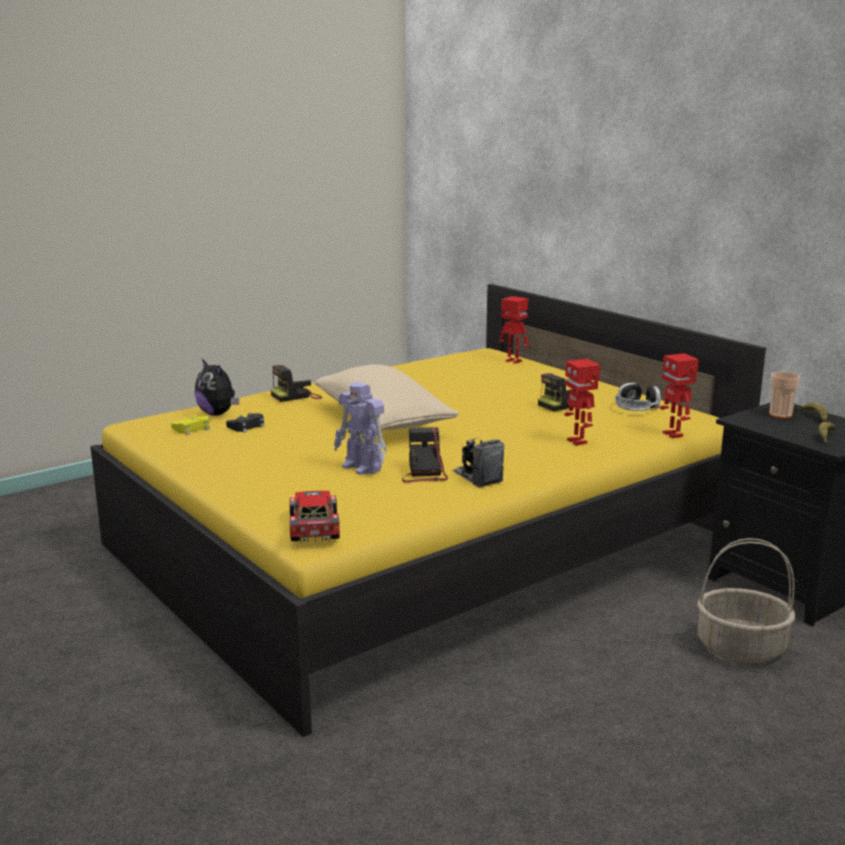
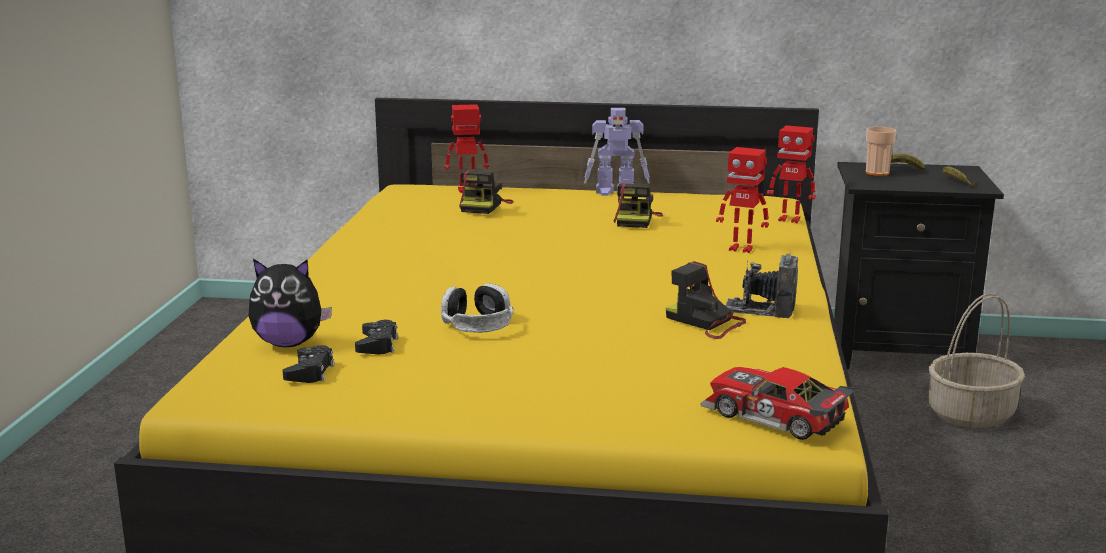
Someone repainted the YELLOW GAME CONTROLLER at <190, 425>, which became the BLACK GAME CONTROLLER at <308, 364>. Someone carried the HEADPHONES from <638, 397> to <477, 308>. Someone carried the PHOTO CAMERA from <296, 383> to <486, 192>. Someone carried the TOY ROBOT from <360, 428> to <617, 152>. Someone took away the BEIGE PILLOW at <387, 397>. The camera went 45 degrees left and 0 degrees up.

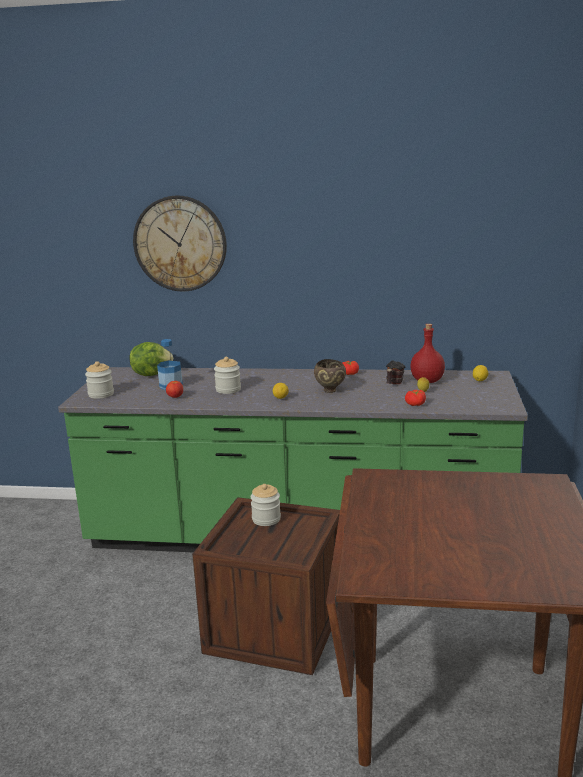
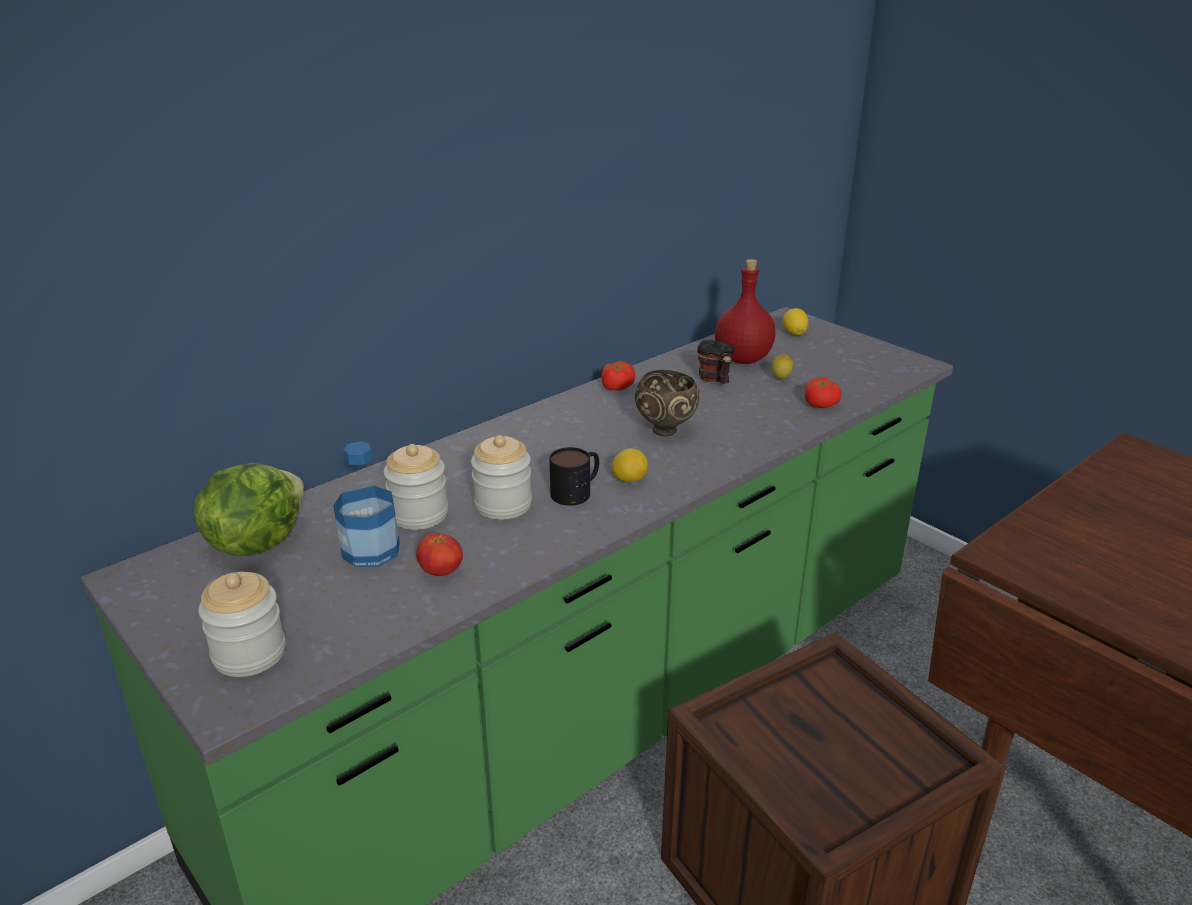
Someone carried the JAR from <266, 505> to <416, 487>. Someone put down the MUG at <574, 476>. Someone took away the WALL CLOCK at <180, 243>. The camera went 50 degrees left and 10 degrees up.

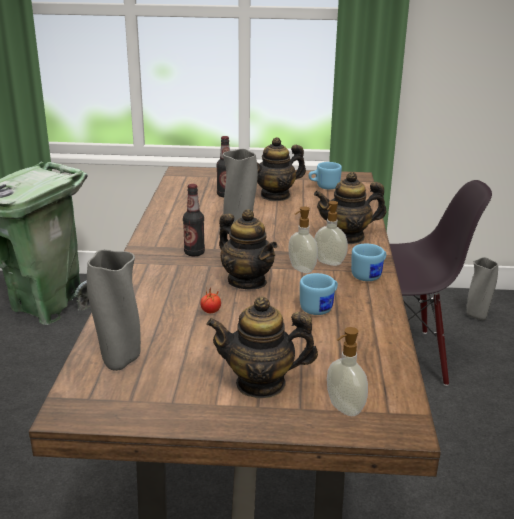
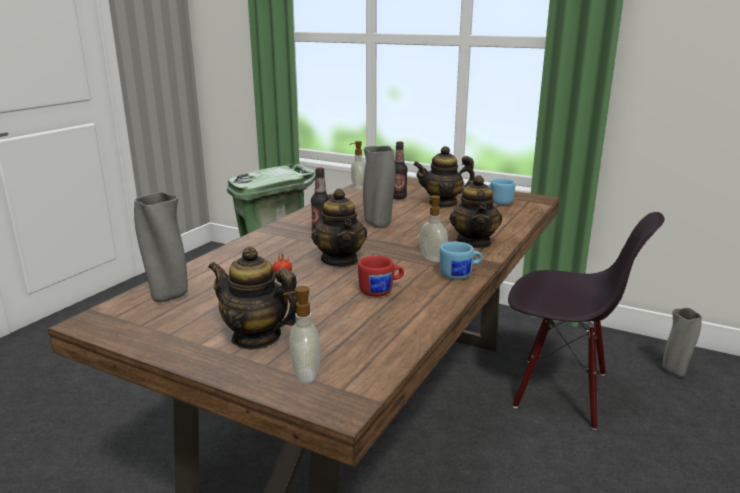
Someone carried the SOAP DISPENSER from <303, 239> to <357, 165>. Someone repainted the BLUE MUG at <319, 294>, which became the RED MUG at <381, 276>. Someone rotated the TEAPOT at <350, 208> by 105 degrees counterclockwise. The camera went 25 degrees right and 5 degrees down.

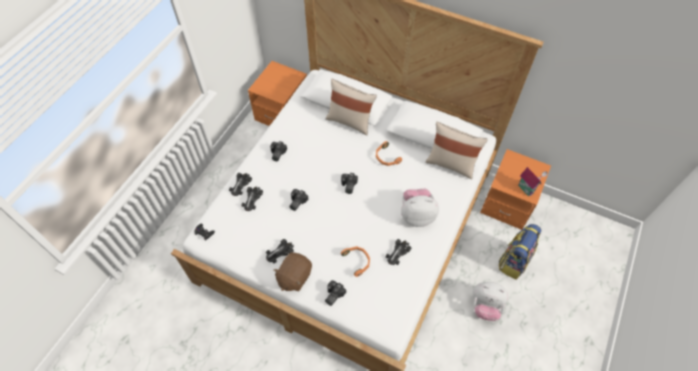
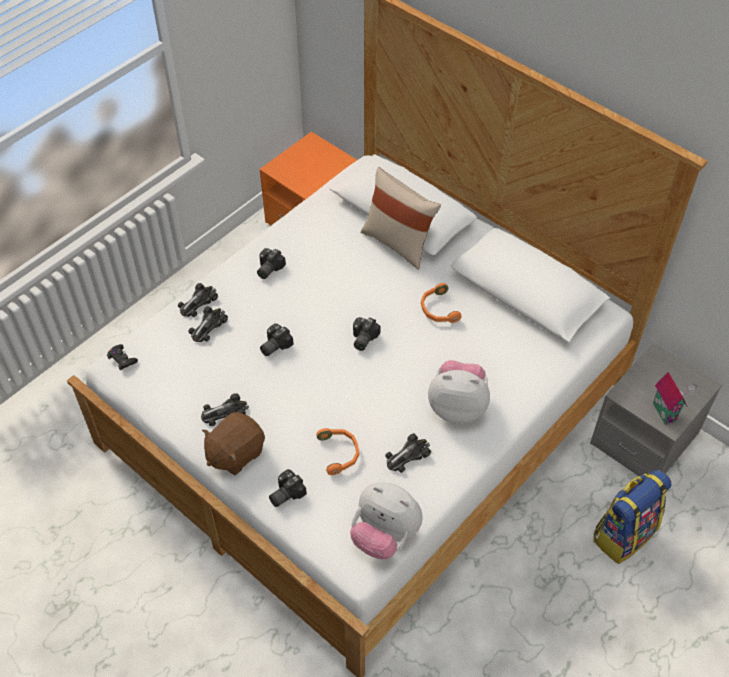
Someone carried the PLUSH TOY from <490, 301> to <386, 520>. Someone repainted the ORANGE NIGHTSTAND at <515, 189>, which became the GREY NIGHTSTAND at <656, 409>. Someone took away the BEIGE PILLOW at <456, 150>. The camera went 15 degrees right and 5 degrees down.

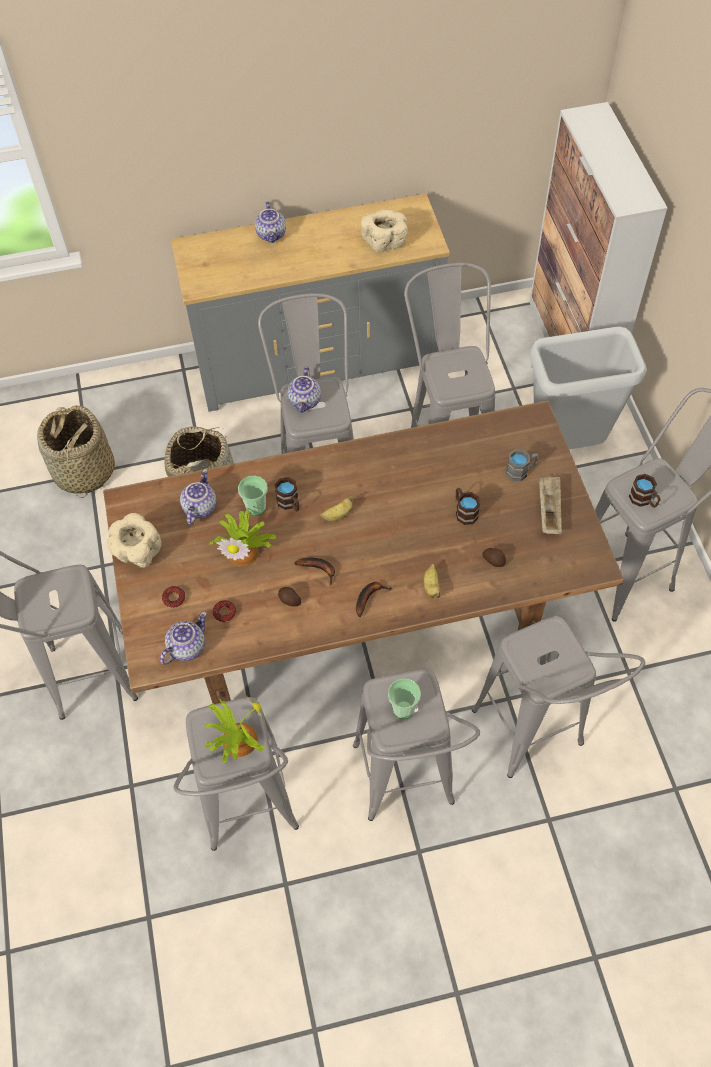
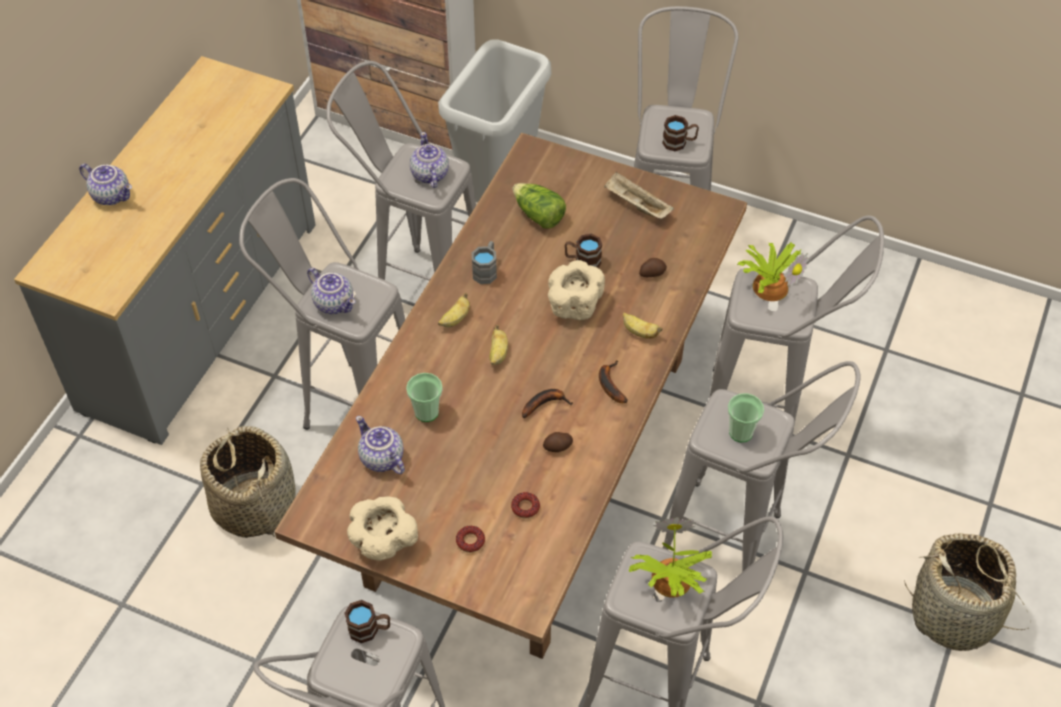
Someone carried the BROWN MUG from <287, 494> to <367, 621>. Someone carried the TEAPOT from <183, 638> to <429, 160>. Someone put down the BANANA at <454, 310>. Someone carried the GREY MUG from <522, 465> to <484, 262>. Someone put down the LETTUCE at <539, 205>. Someone carried the BEIGE BOWL from <384, 231> to <576, 290>. Someone carried the POTTED PLANT from <243, 538> to <773, 271>. Someone carried the BASKET from <76, 451> to <966, 592>. The camera went 55 degrees left and 5 degrees down.

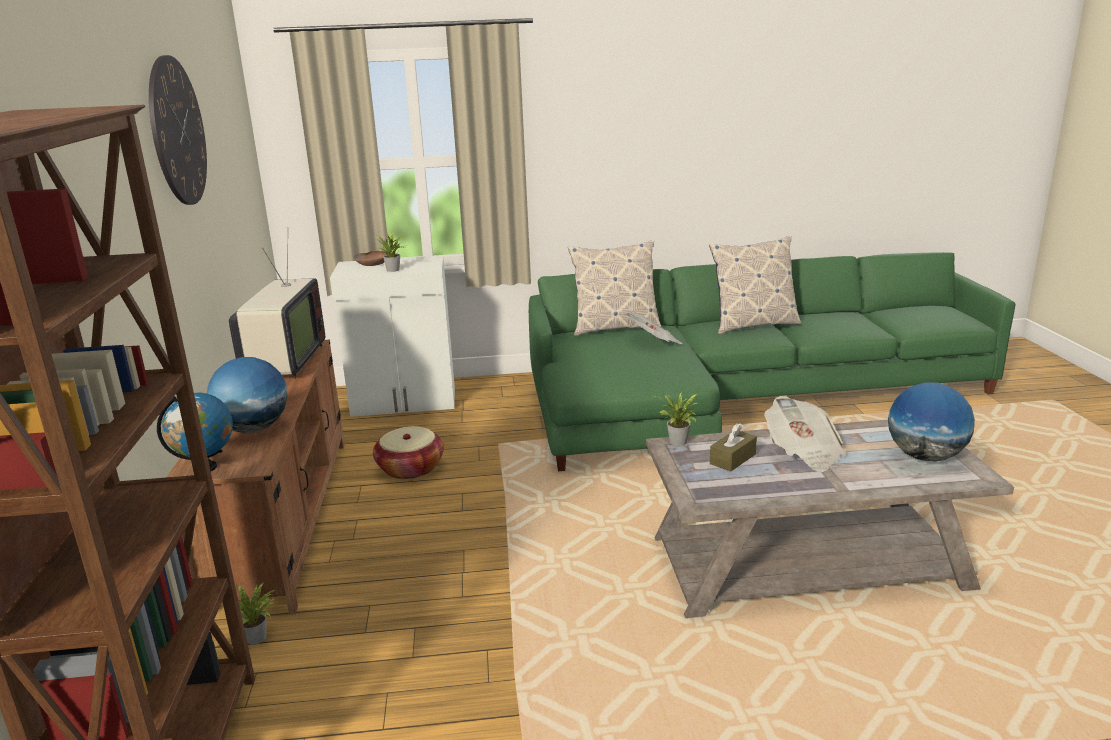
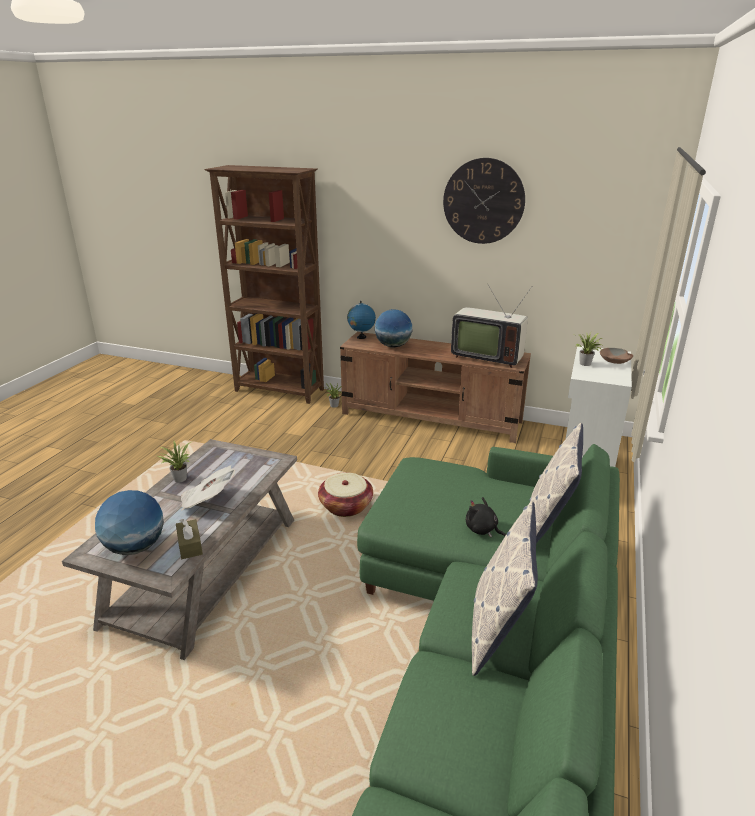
Someone carried the POTTED PLANT from <676, 419> to <174, 461>. Someone carried the BROWN TISSUE BOX from <733, 447> to <189, 539>. Someone carried the BASKET from <408, 453> to <345, 495>. Someone swapped the NEWSPAPER at <653, 328> for the BLACK PLUSH TOY at <486, 517>. The camera went 115 degrees right and 5 degrees up.

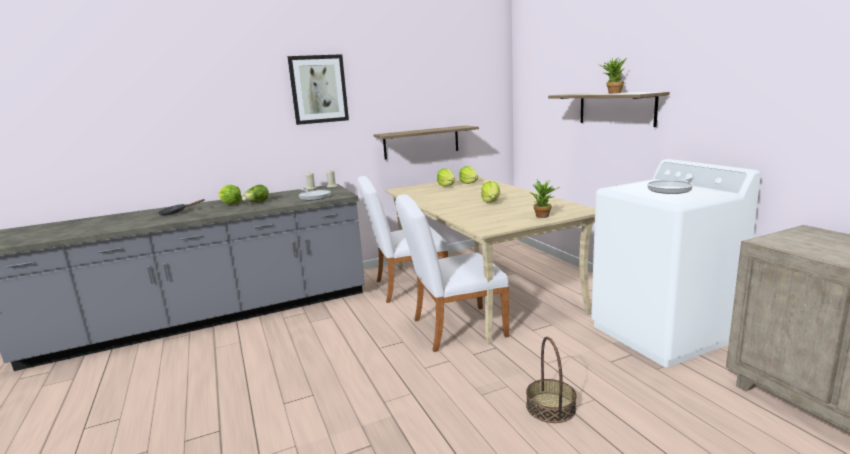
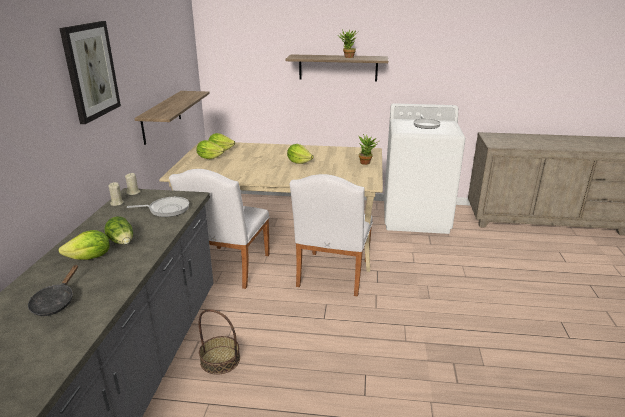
Someone carried the BASKET from <551, 380> to <219, 342>. The camera went 60 degrees left and 10 degrees up.

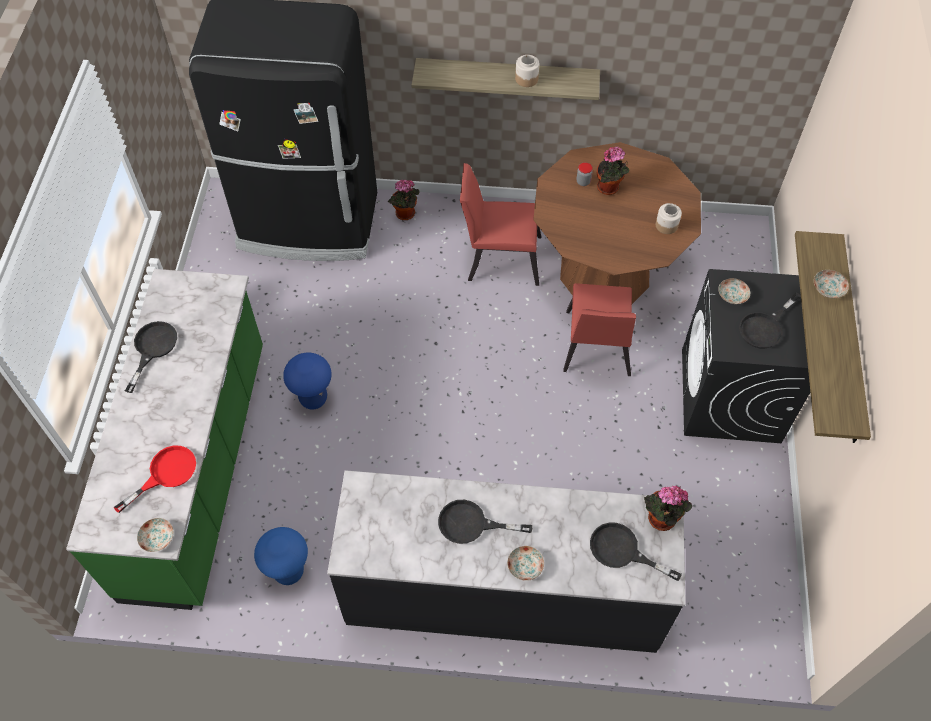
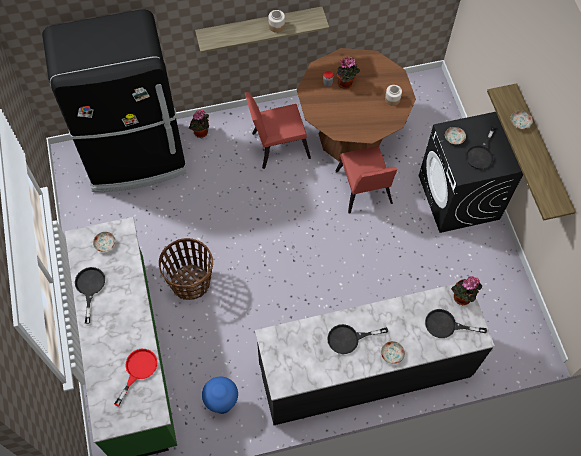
Someone carried the PLATE from <155, 535> to <104, 242>. Someone swapped the BLUE STOOL at <307, 380> for the BASKET at <186, 269>. The camera went 20 degrees left and 5 degrees up.

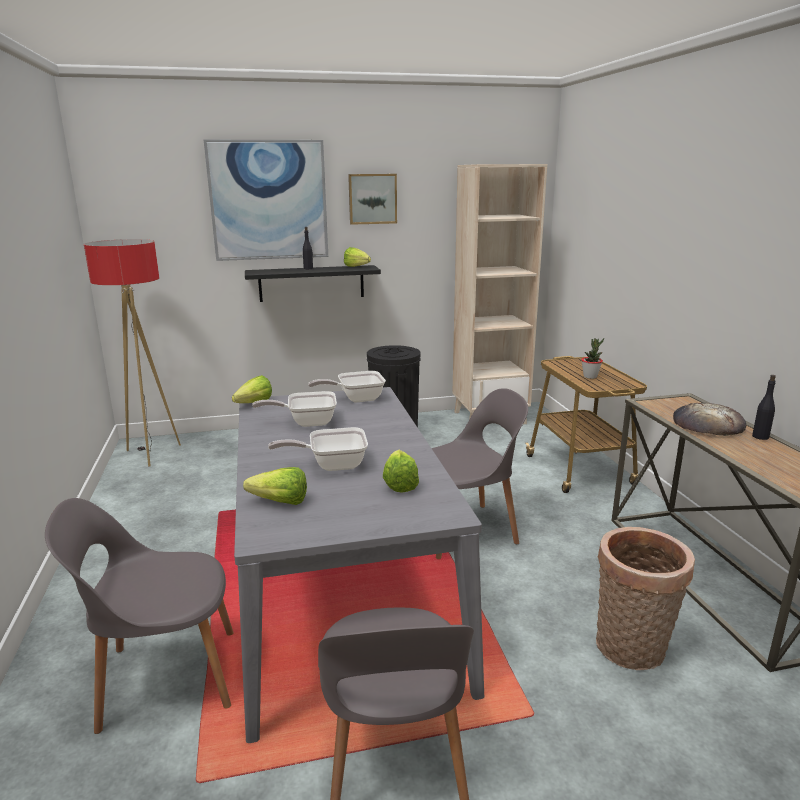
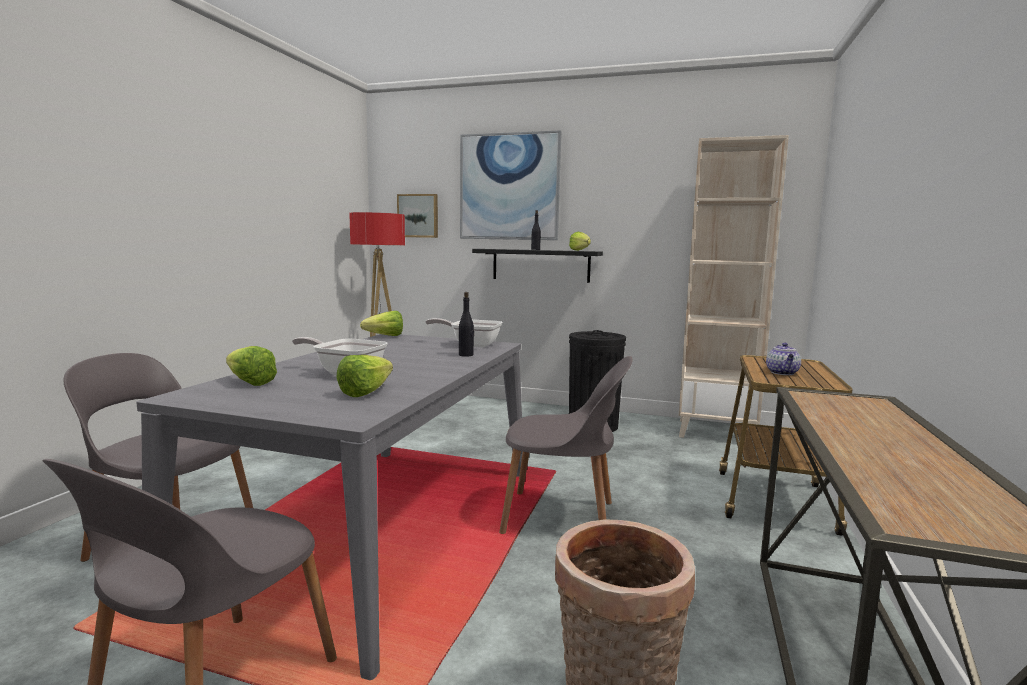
Someone carried the PICTURE from <372, 199> to <417, 216>. Someone carried the BLACK BOTTLE from <764, 407> to <466, 324>. Someone swapped the POTTED PLANT at <592, 358> for the TEAPOT at <783, 359>. Someone took away the FRYING PAN at <294, 409>. Someone took away the BREAD at <709, 419>. The camera went 30 degrees right and 10 degrees down.

